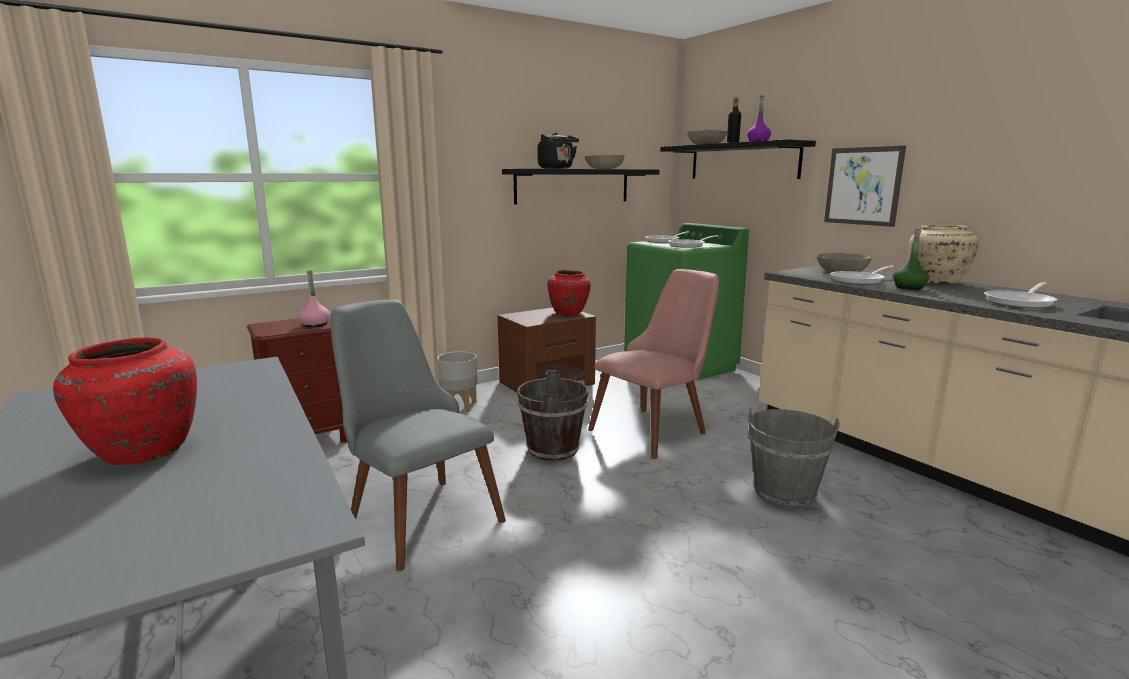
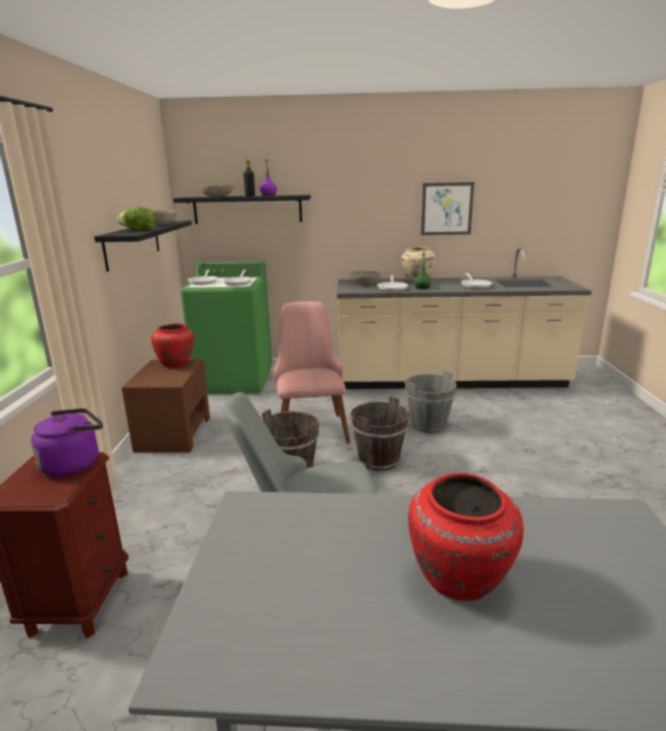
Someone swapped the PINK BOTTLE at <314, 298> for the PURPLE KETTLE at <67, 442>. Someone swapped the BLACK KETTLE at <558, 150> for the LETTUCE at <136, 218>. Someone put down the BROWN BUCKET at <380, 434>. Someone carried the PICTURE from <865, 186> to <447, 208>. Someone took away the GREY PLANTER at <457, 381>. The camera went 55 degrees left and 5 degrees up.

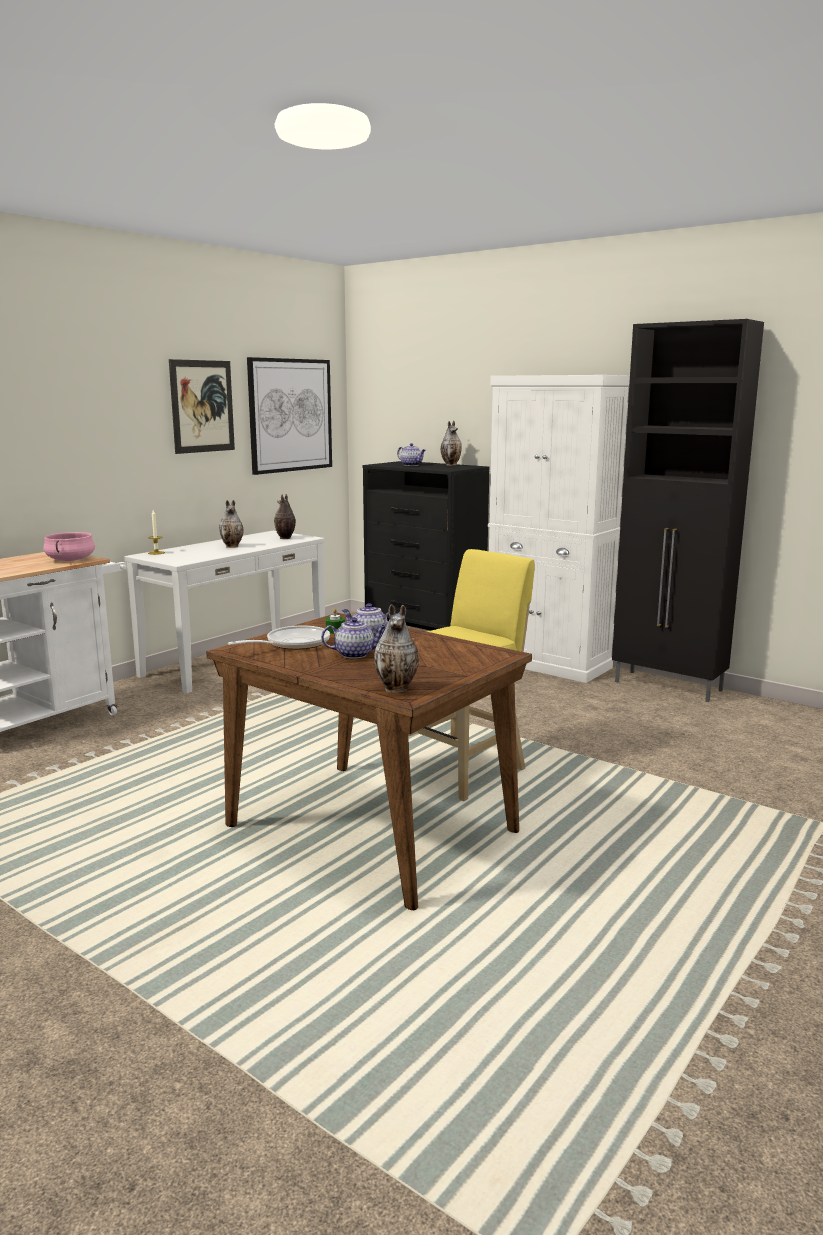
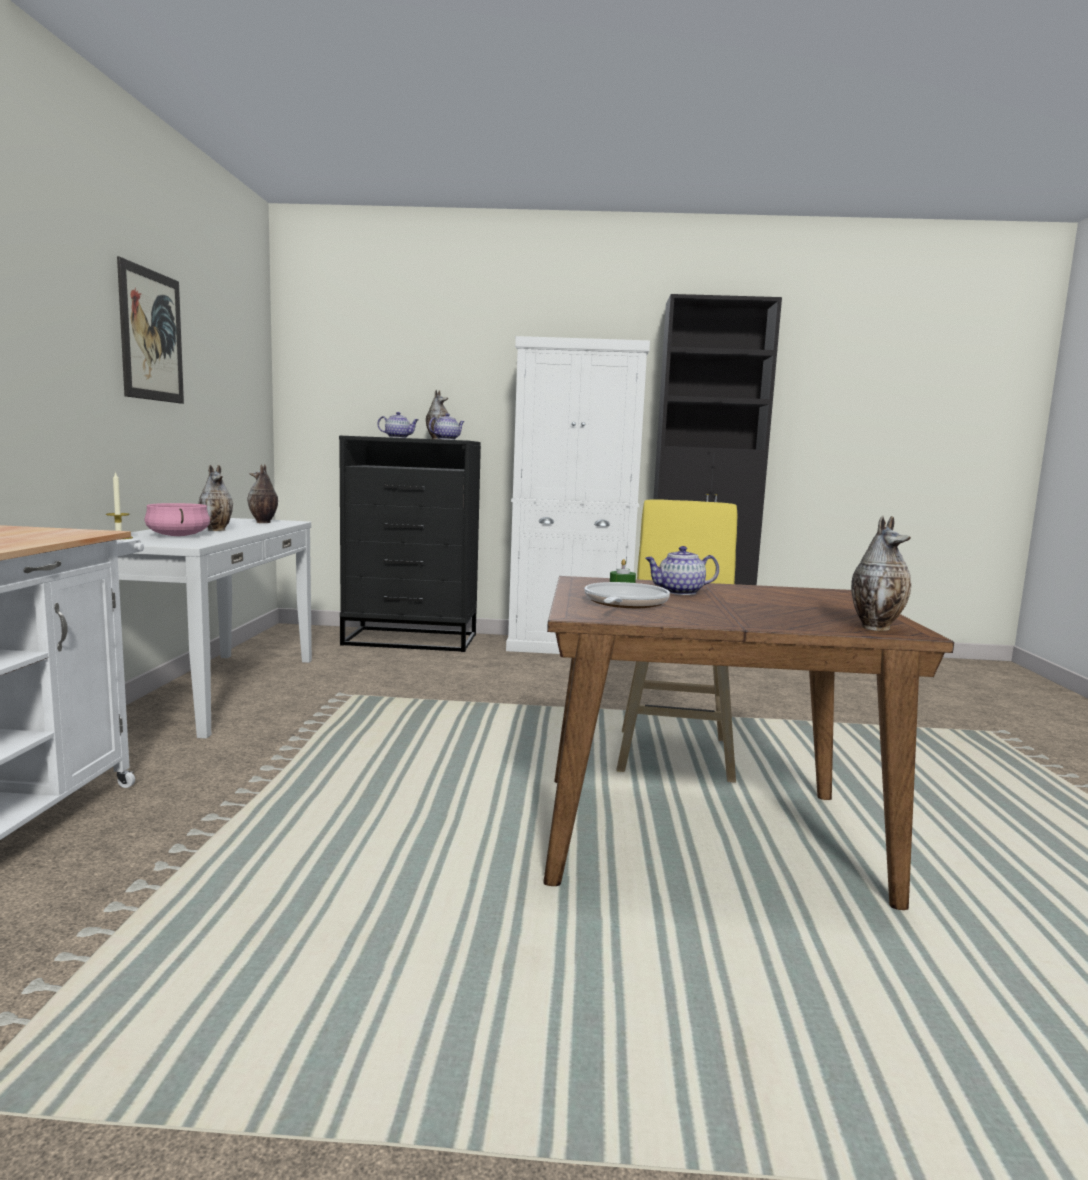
Someone carried the PINK COOKING POT from <69, 546> to <177, 519>. Someone carried the TEAPOT from <353, 638> to <446, 426>. Someone took away the PICTURE at <289, 416>. The camera went 35 degrees left and 5 degrees down.

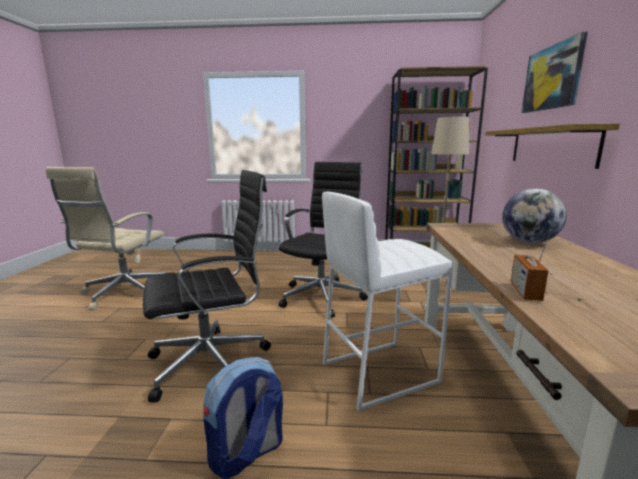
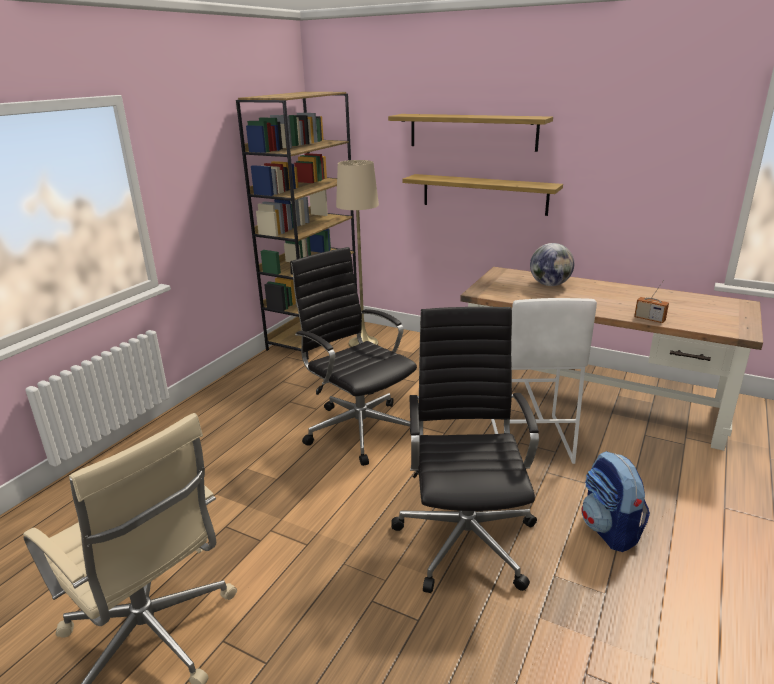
Someone swapped the PICTURE at <555, 72> for the SHELF at <470, 133>. The camera went 65 degrees left and 10 degrees up.

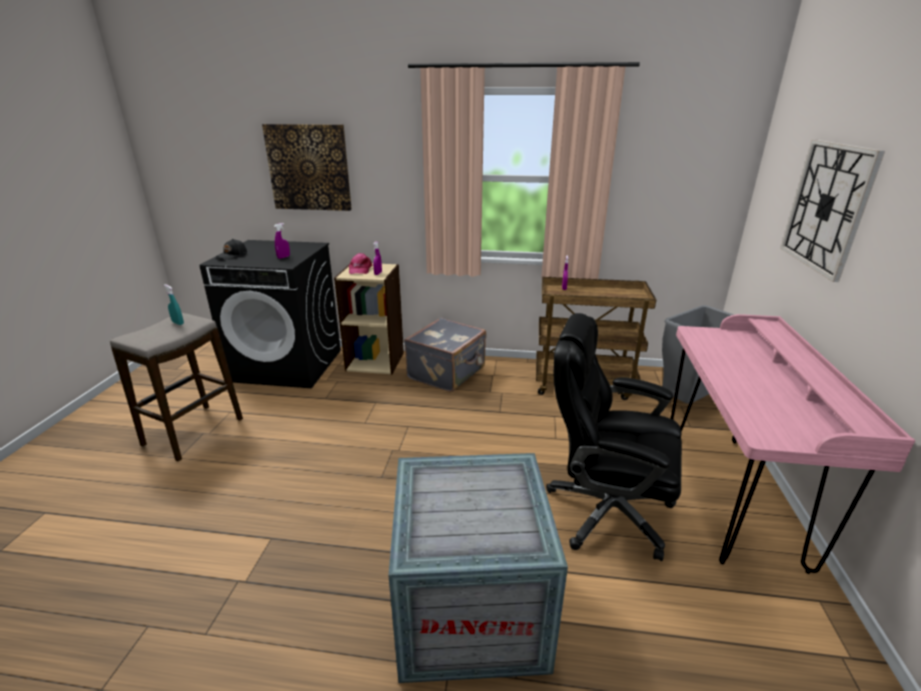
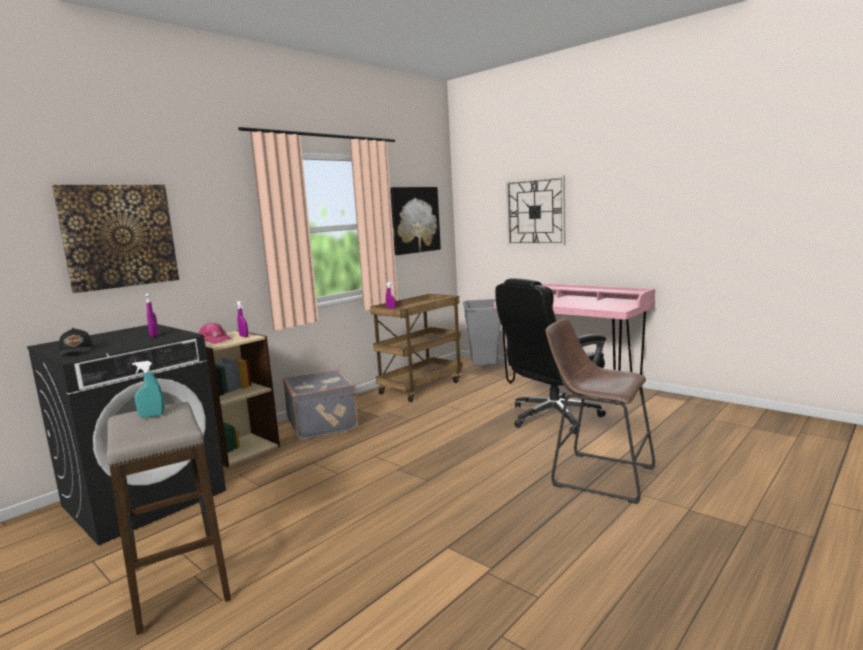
Someone put up the PICTURE at <415, 221>. Someone swapped the CRATE at <478, 568> for the BROWN STOOL at <600, 411>. The camera went 55 degrees left and 15 degrees down.

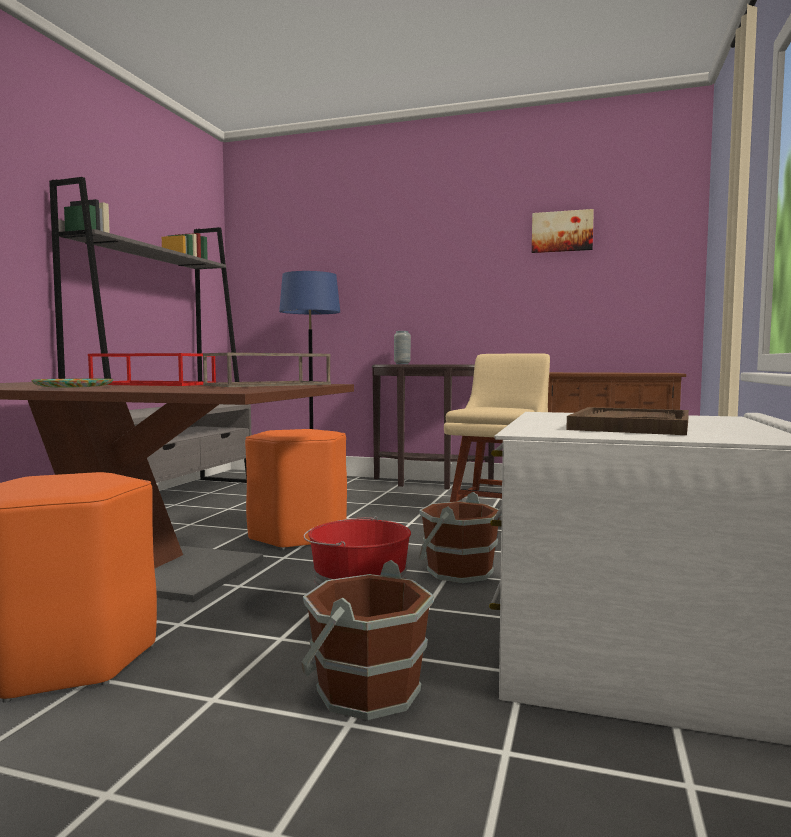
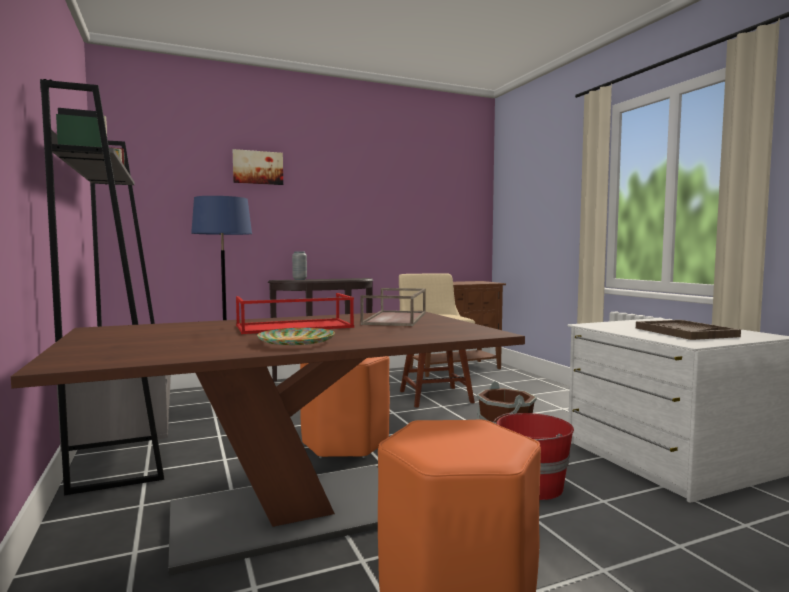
Someone carried the PICTURE from <563, 231> to <258, 167>. Someone took away the BROWN BUCKET at <368, 640>. The camera went 40 degrees left and 0 degrees up.

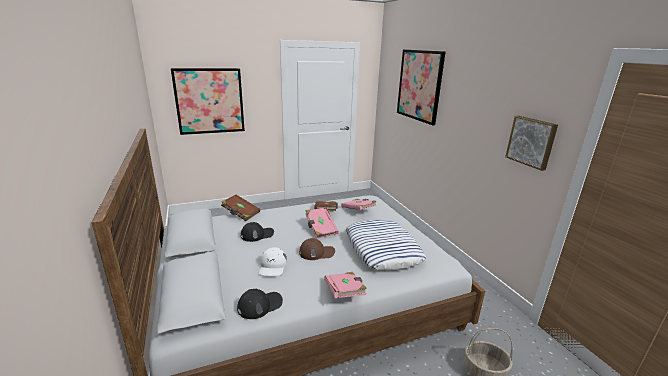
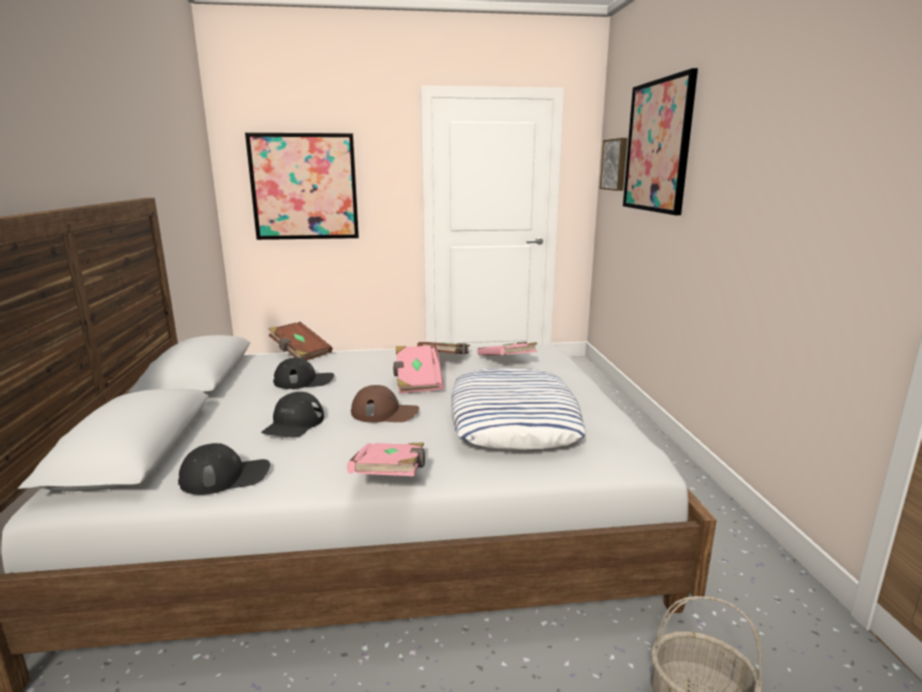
Someone repainted the WHITE CAP at <273, 261>, which became the BLACK CAP at <292, 415>. Someone carried the PICTURE from <531, 143> to <613, 164>. The camera went 15 degrees right and 5 degrees down.

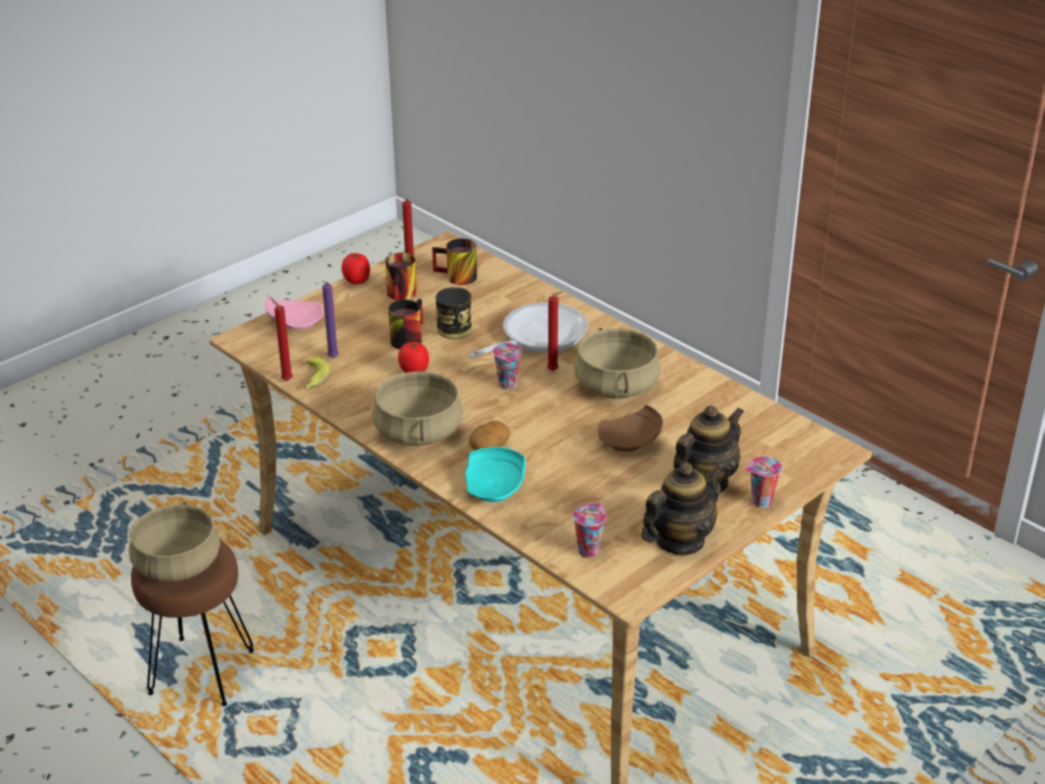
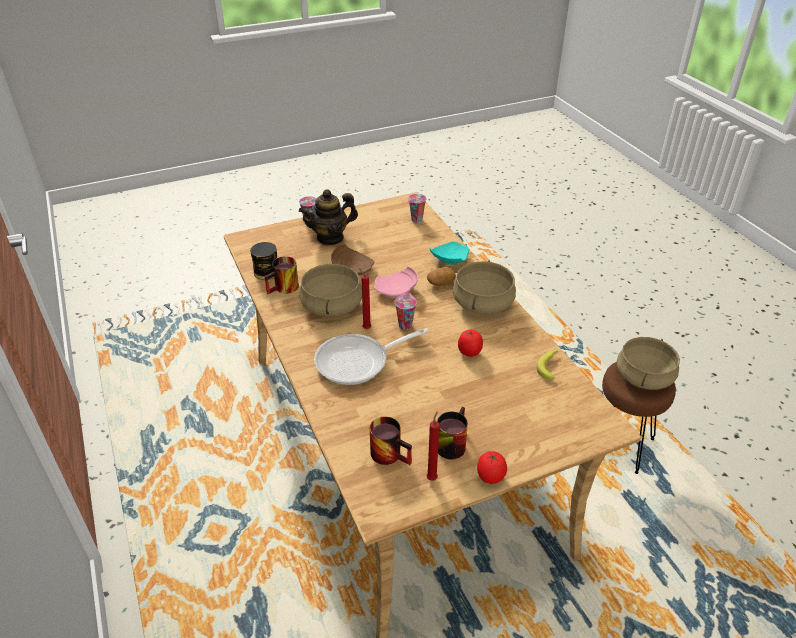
Someone carried the CAN from <454, 313> to <263, 261>. Someone carried the MUG from <405, 324> to <281, 275>. Someone carried the PINK PLATE from <294, 313> to <396, 282>. Someone took away the RED CANDLE at <281, 339>. Someone took away the PURPLE CANDLE at <330, 320>. Someone took away the TEAPOT at <682, 508>. The camera went 160 degrees left and 5 degrees up.

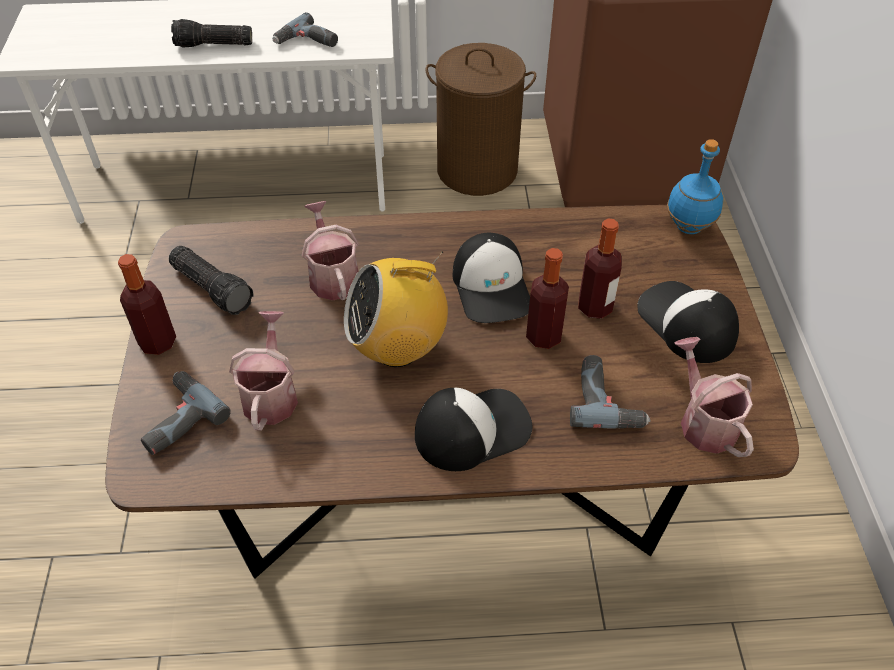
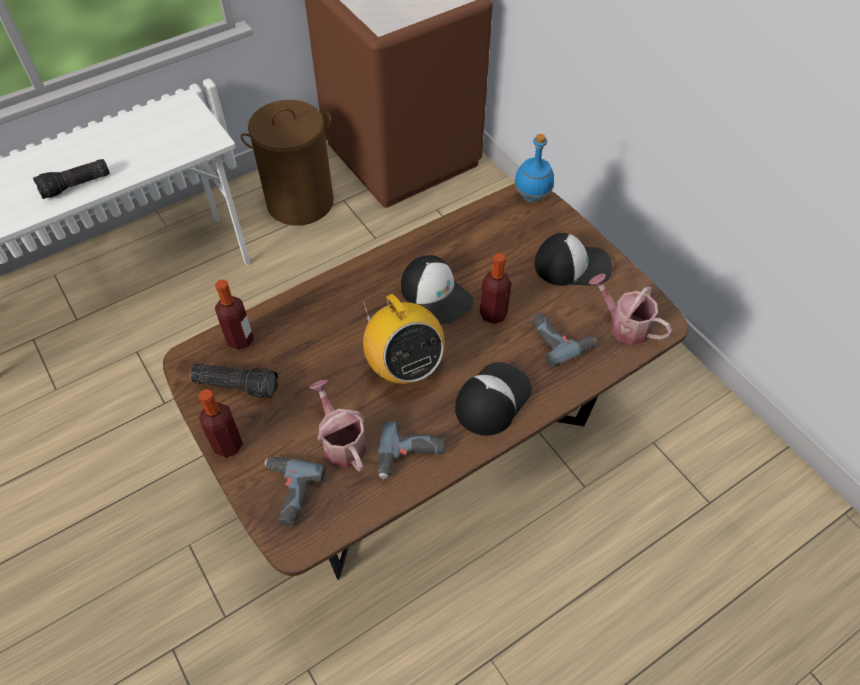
Someone carried the BOTTLE from <600, 268> to <234, 314>. Someone rotated the RADIO at <396, 309> by 75 degrees counterclockwise. Someone carried the POWER DRILL from <305, 29> to <411, 450>. Someone rotated the CAP at <688, 322> by 150 degrees clockwise. Someone took away the WATERING CAN at <330, 250>. The camera went 30 degrees left and 5 degrees up.

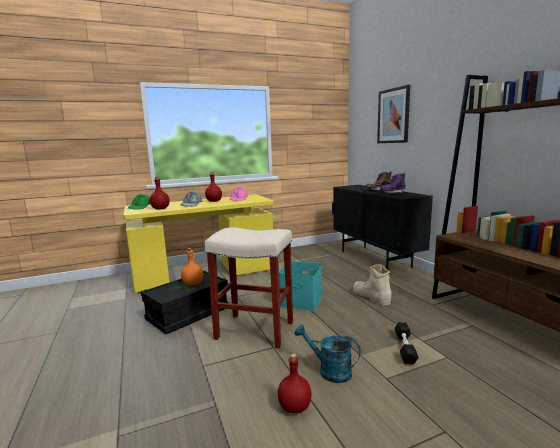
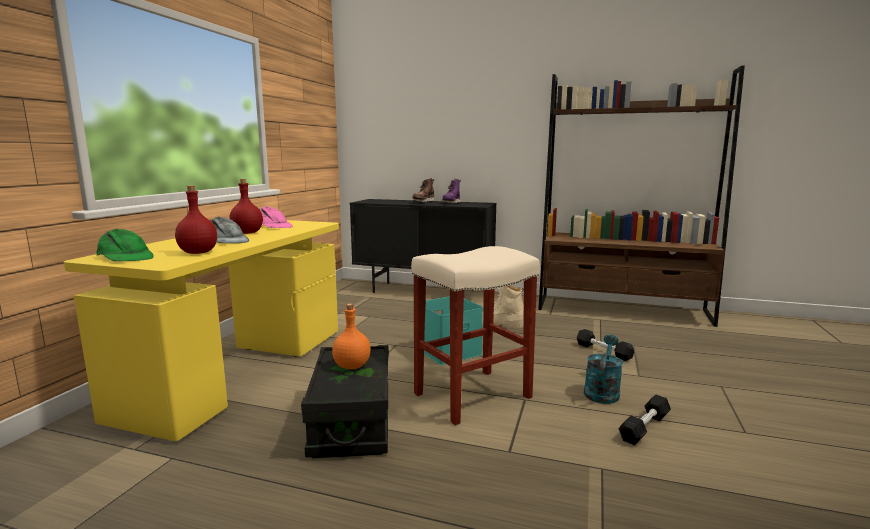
Someone rotated the TURQUOISE WATERING CAN at <327, 353> by 135 degrees clockwise. Someone swapped the RED BOTTLE at <295, 383> for the BLACK DUMBBELL at <644, 420>. Someone took away the PICTURE at <393, 114>. The camera went 50 degrees left and 0 degrees up.

